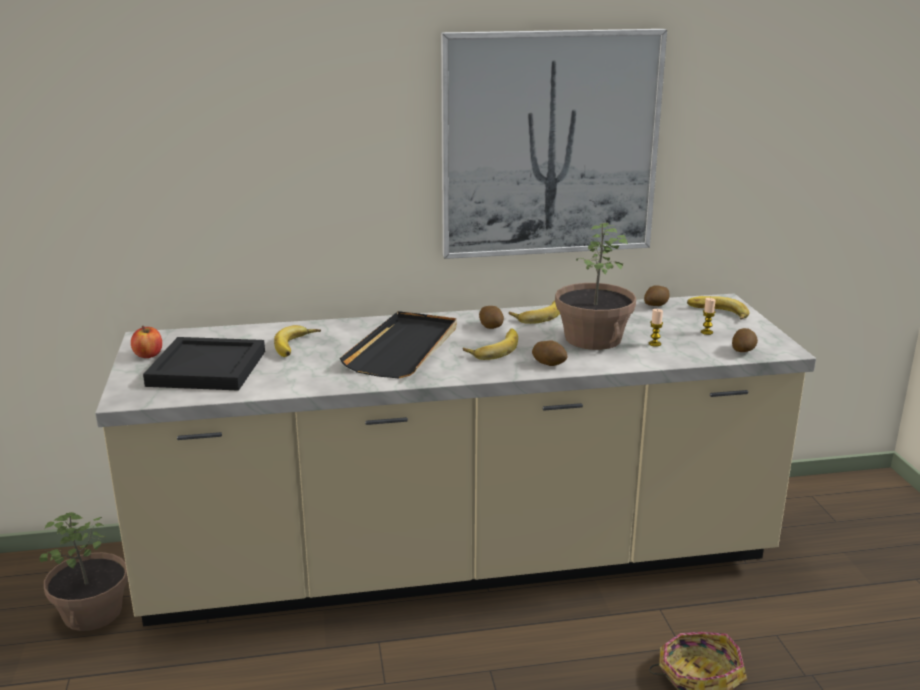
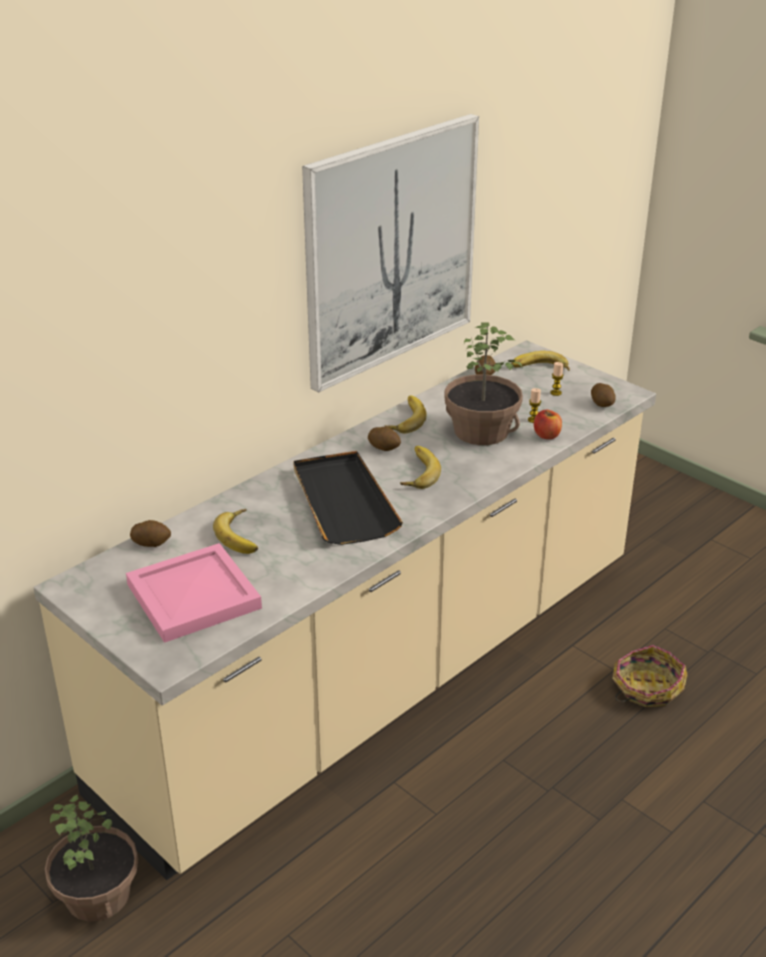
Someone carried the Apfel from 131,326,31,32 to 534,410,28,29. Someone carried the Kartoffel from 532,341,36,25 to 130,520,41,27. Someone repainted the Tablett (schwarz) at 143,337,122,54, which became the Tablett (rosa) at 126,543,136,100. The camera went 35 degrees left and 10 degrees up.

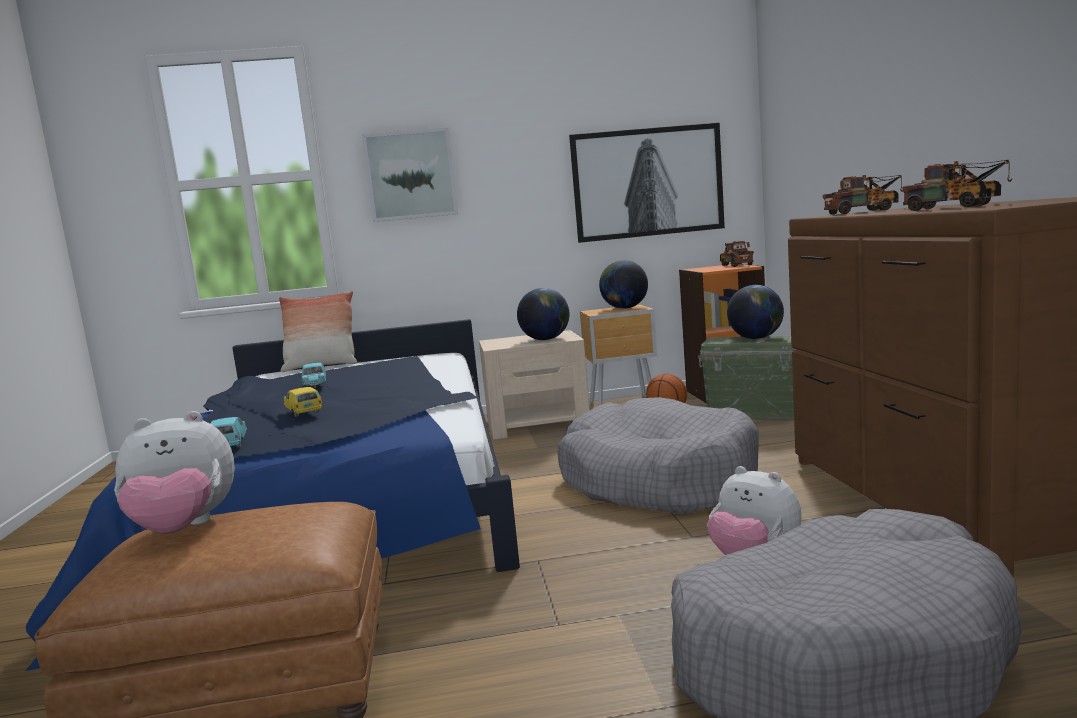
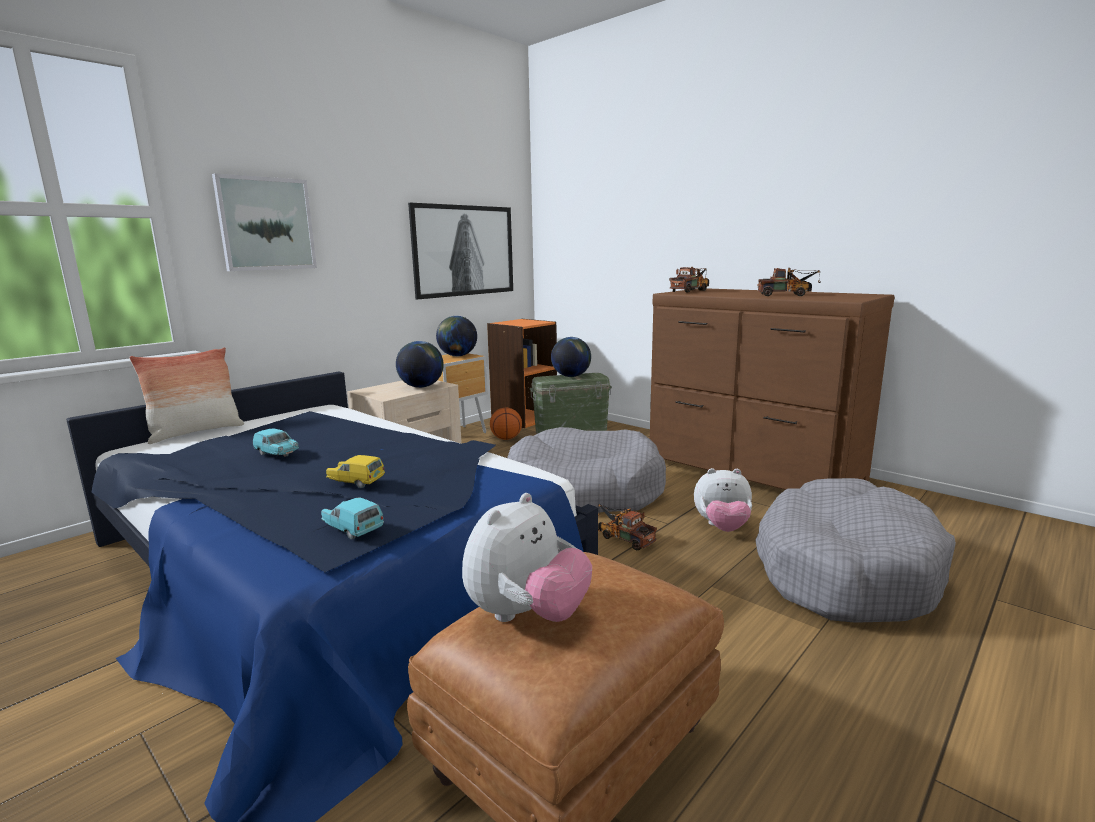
Someone carried the Spielzeuglaster from 720,241,34,26 to 598,504,59,46. The camera went 40 degrees left and 5 degrees up.

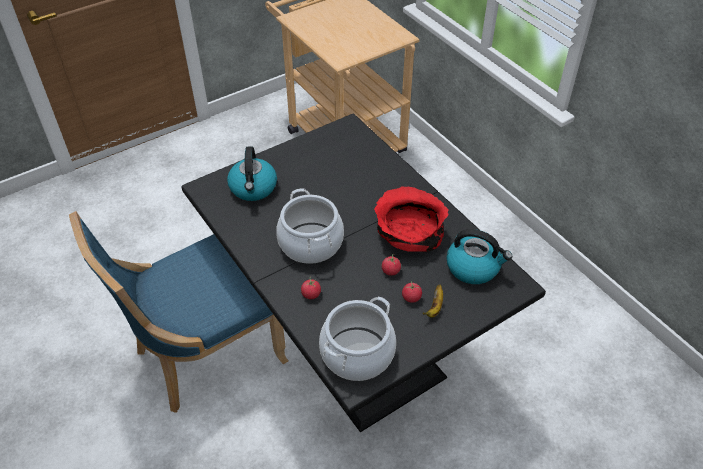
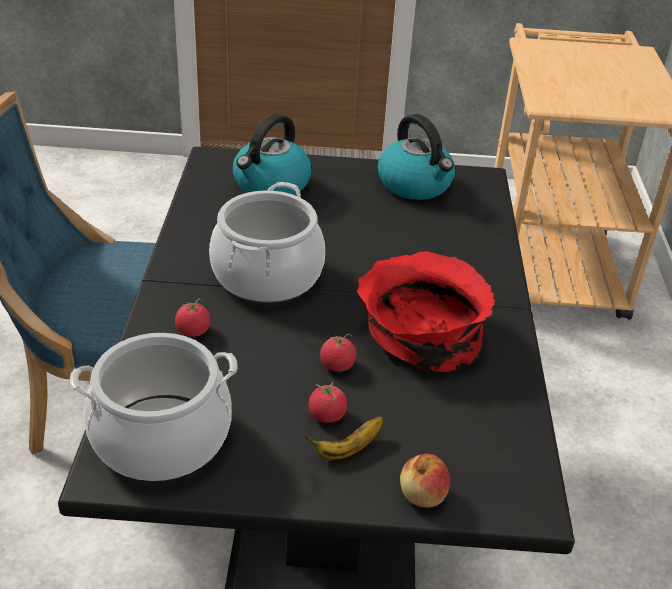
Someone put down the Apfel at 400,454,50,54. Someone carried the Wasserkessel from 446,229,66,55 to 378,114,77,86. The camera went 35 degrees right and 10 degrees down.

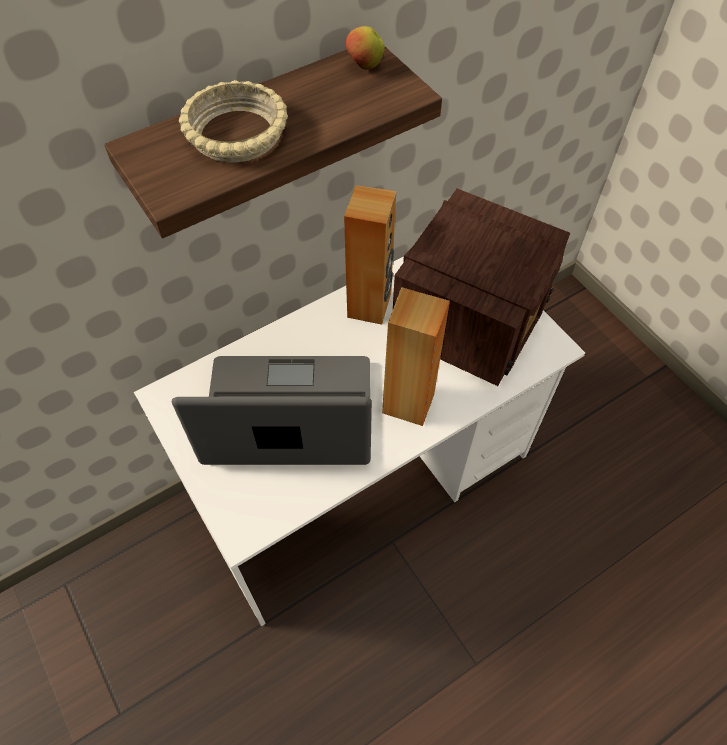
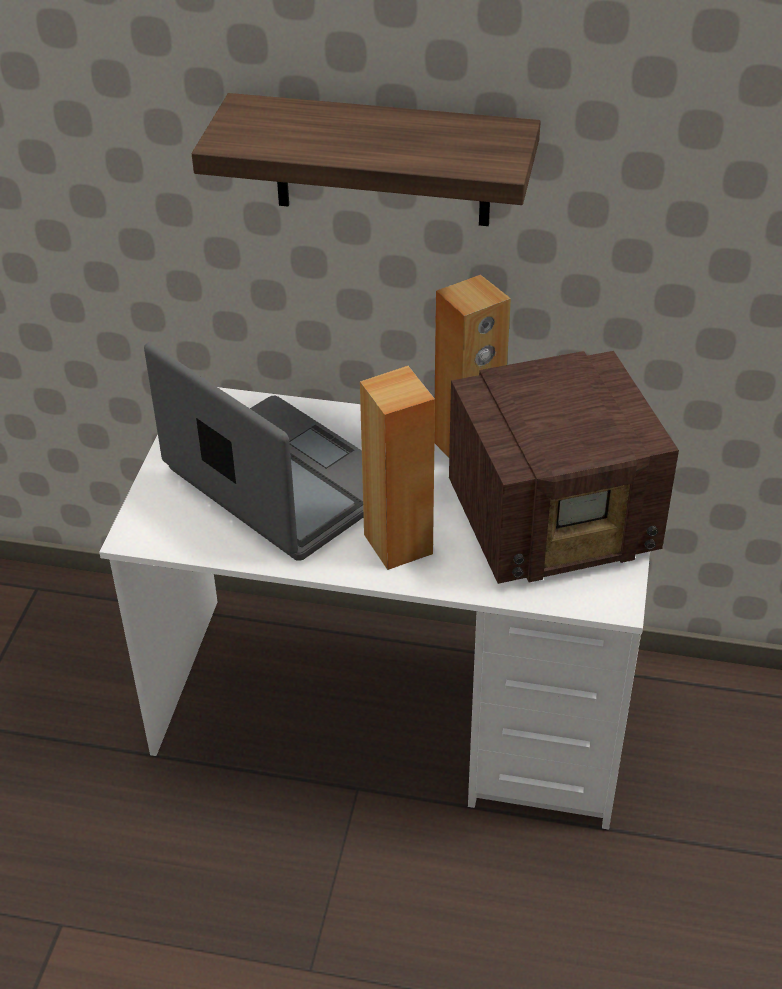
Someone took away the Schüssel (beige) at 179,80,109,83. Someone took away the Apfel at 345,26,40,43. The camera went 45 degrees right and 15 degrees down.

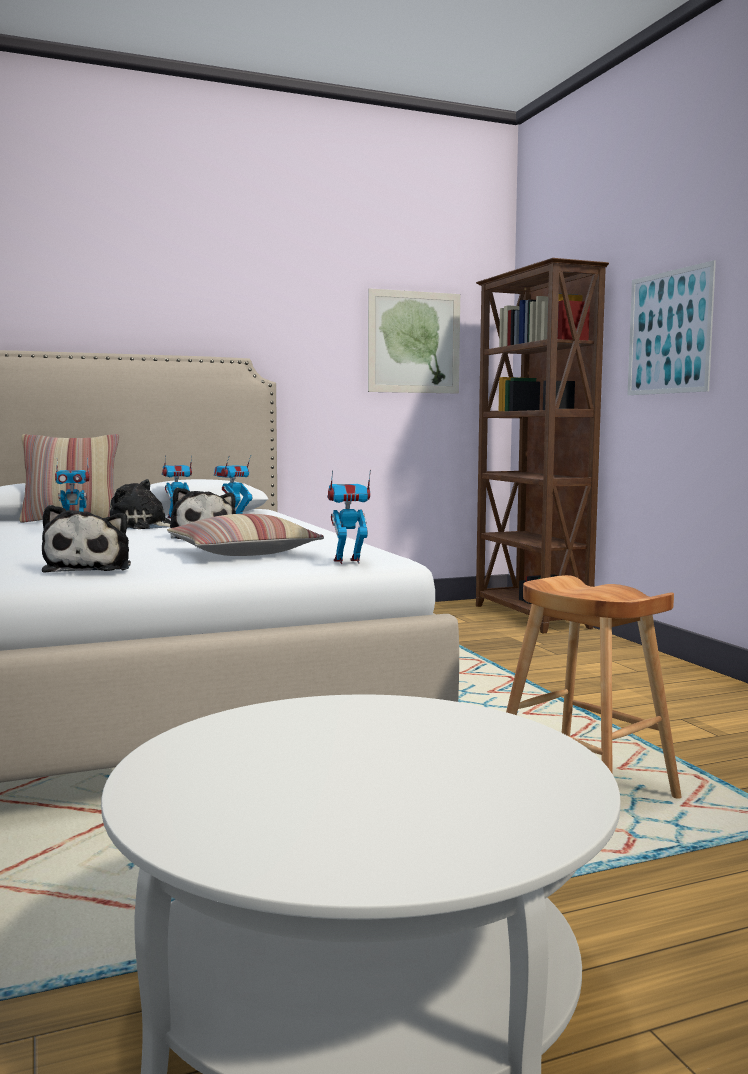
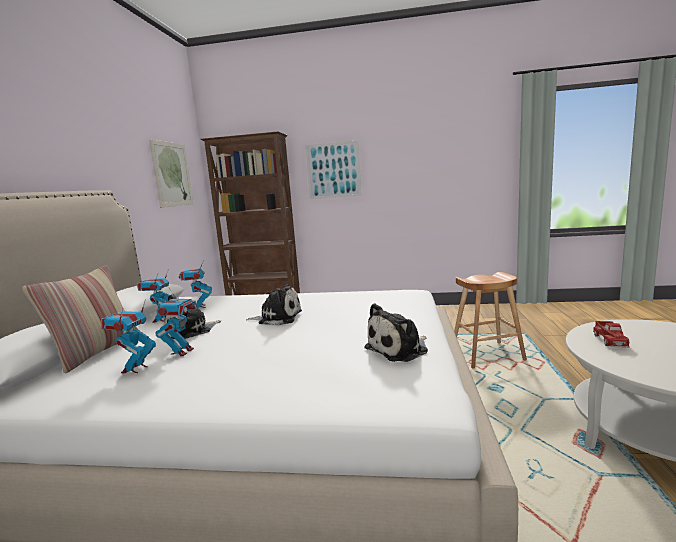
Someone took away the Kissen at 167,514,157,42. Someone put down the Spielzeuglaster at 593,321,37,27. Someone carried the Spielzeugroboter from 327,470,44,94 to 101,302,55,72. Someone rotated the Plüschtier at 42,505,89,68 by 120 degrees clockwise. The camera went 60 degrees left and 5 degrees up.

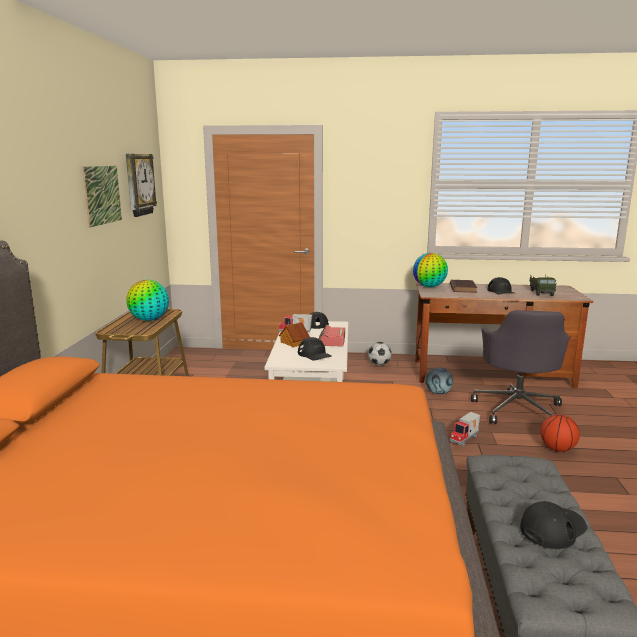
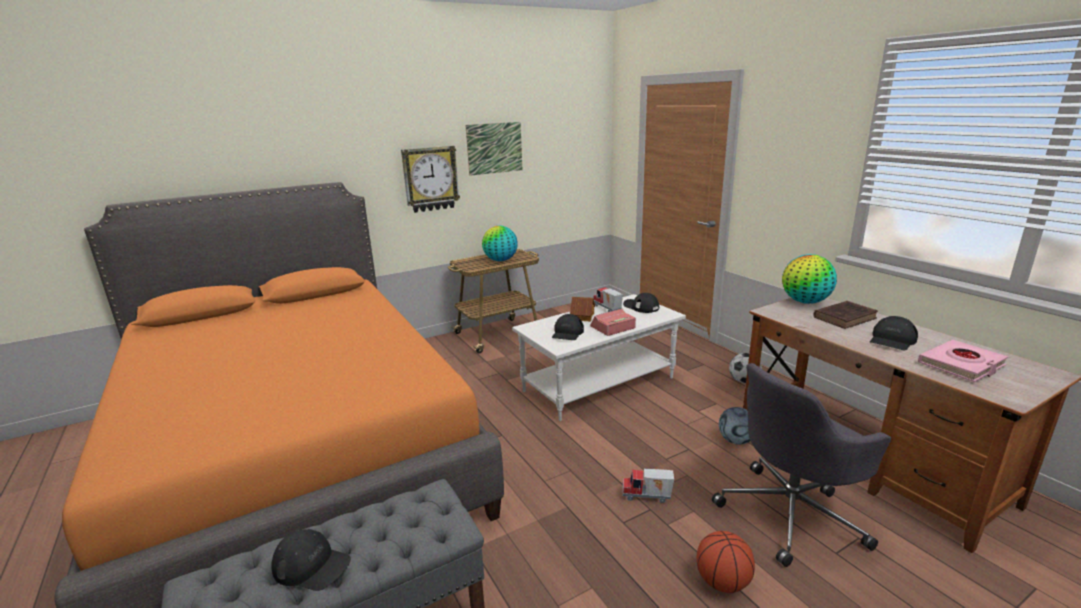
Someone carried the Wanduhr from 126,154,31,63 to 401,146,59,67. Someone swapped the Spielzeuglaster at 529,275,27,21 for the Buch (rosa) at 918,340,90,42. The camera went 55 degrees right and 5 degrees up.

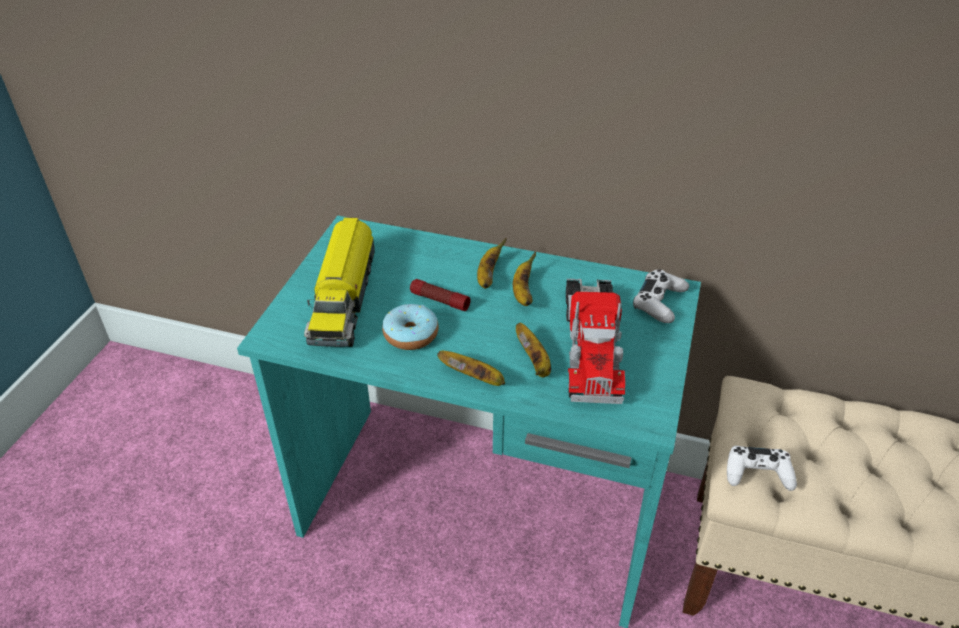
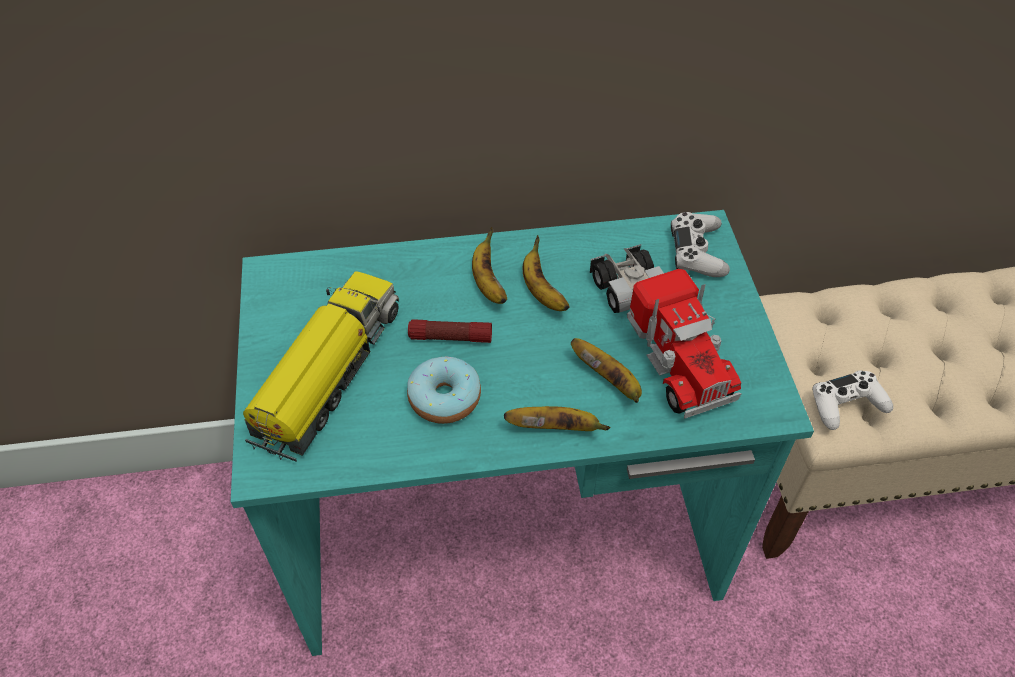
Someone rotated the Spielzeuglaster at 304,218,71,129 by 135 degrees counterclockwise. The camera went 25 degrees left and 10 degrees up.

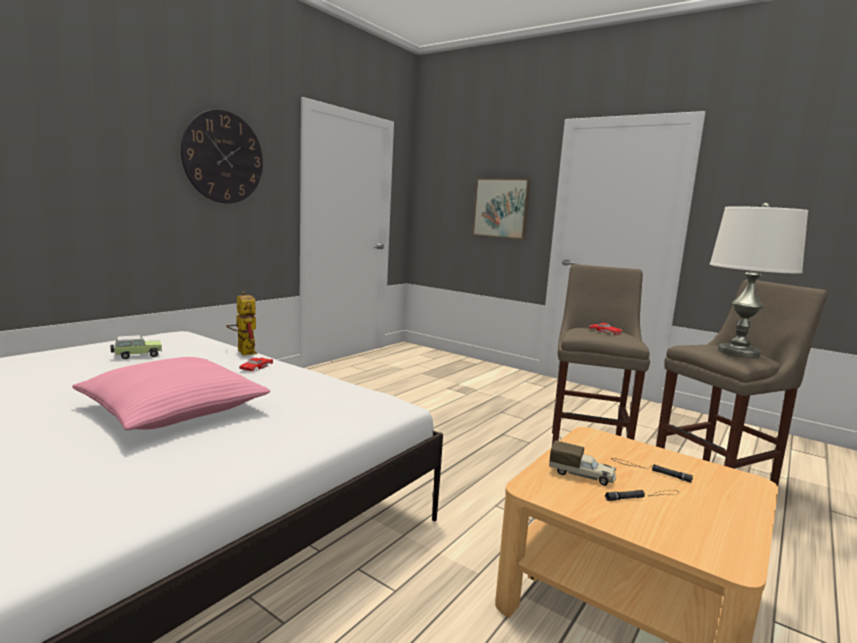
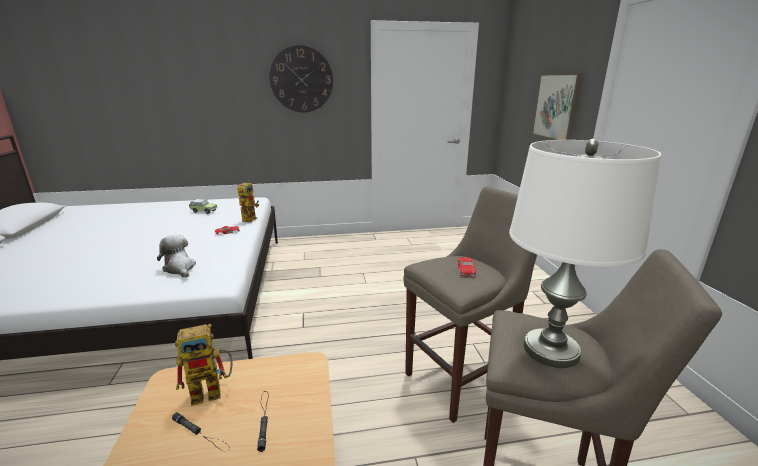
Someone took away the Kissen (rosa) at 72,357,198,73. Someone put down the Plüschtier at 157,235,39,43. Someone swapped the Spielzeuglaster at 549,441,67,45 for the Spielzeugroboter at 175,324,57,82. The camera went 45 degrees right and 10 degrees up.

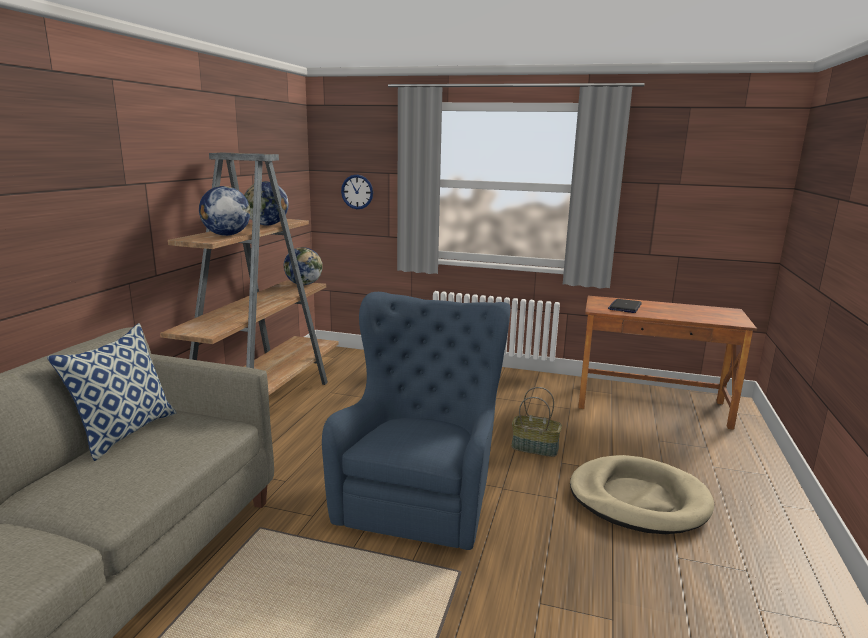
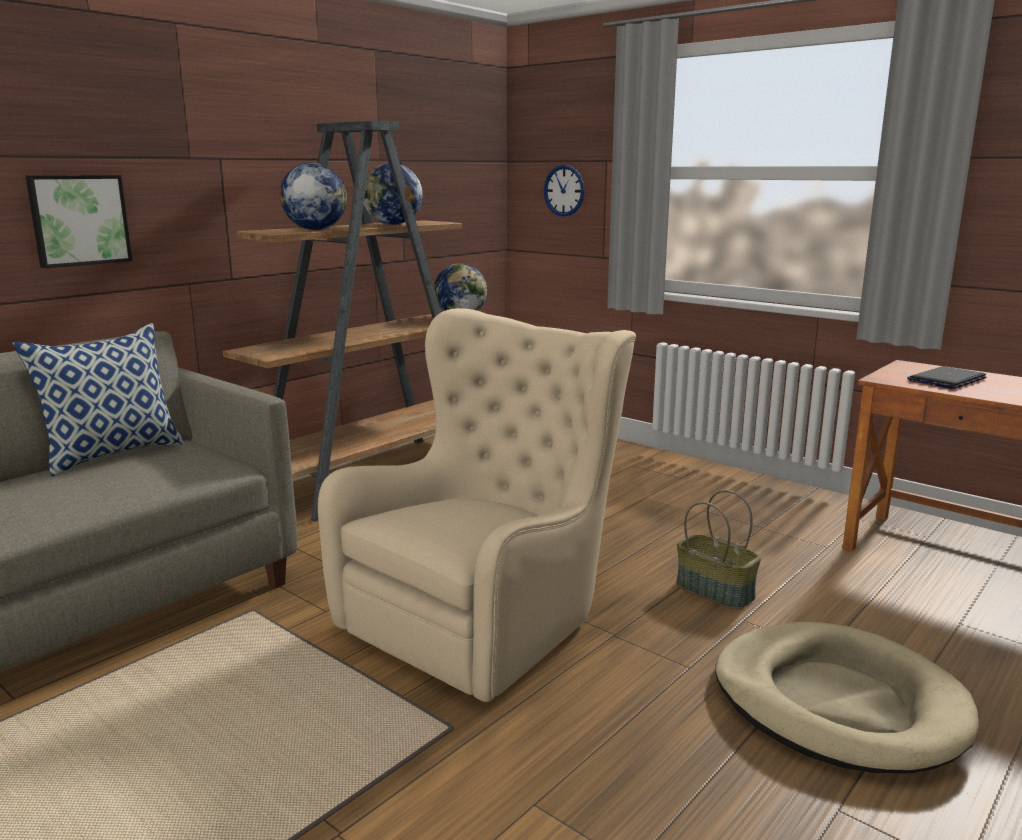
Someone put up the Bild at 26,175,106,93. Someone repainted the Sessel (blau) at 322,292,189,258, which became the Sessel (beige) at 318,308,318,394. The camera went 25 degrees right and 0 degrees up.

